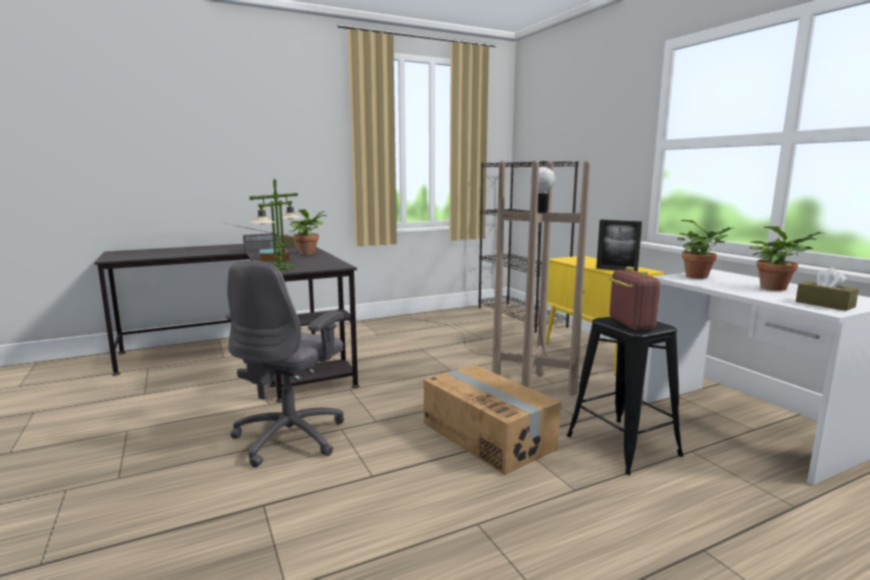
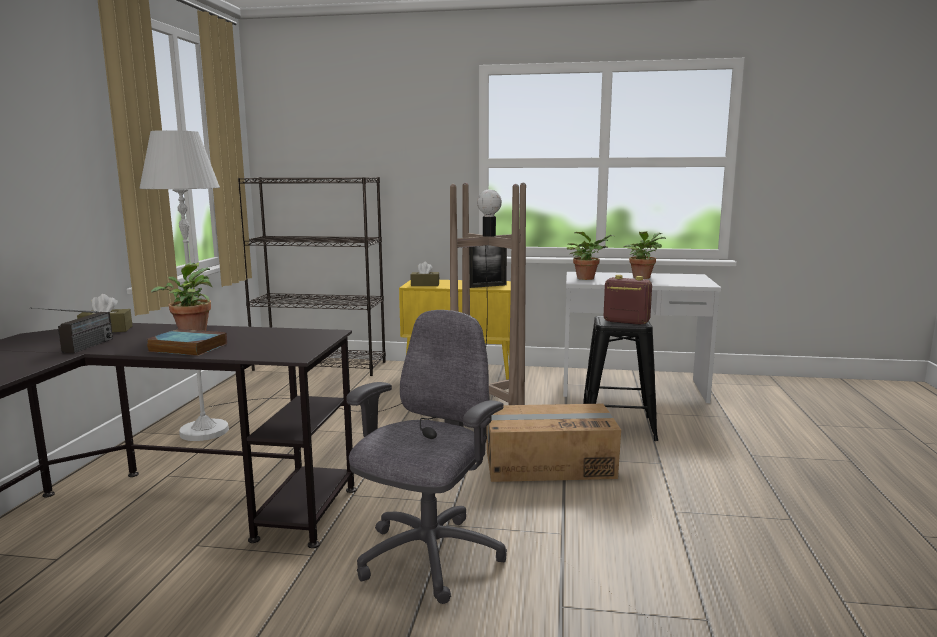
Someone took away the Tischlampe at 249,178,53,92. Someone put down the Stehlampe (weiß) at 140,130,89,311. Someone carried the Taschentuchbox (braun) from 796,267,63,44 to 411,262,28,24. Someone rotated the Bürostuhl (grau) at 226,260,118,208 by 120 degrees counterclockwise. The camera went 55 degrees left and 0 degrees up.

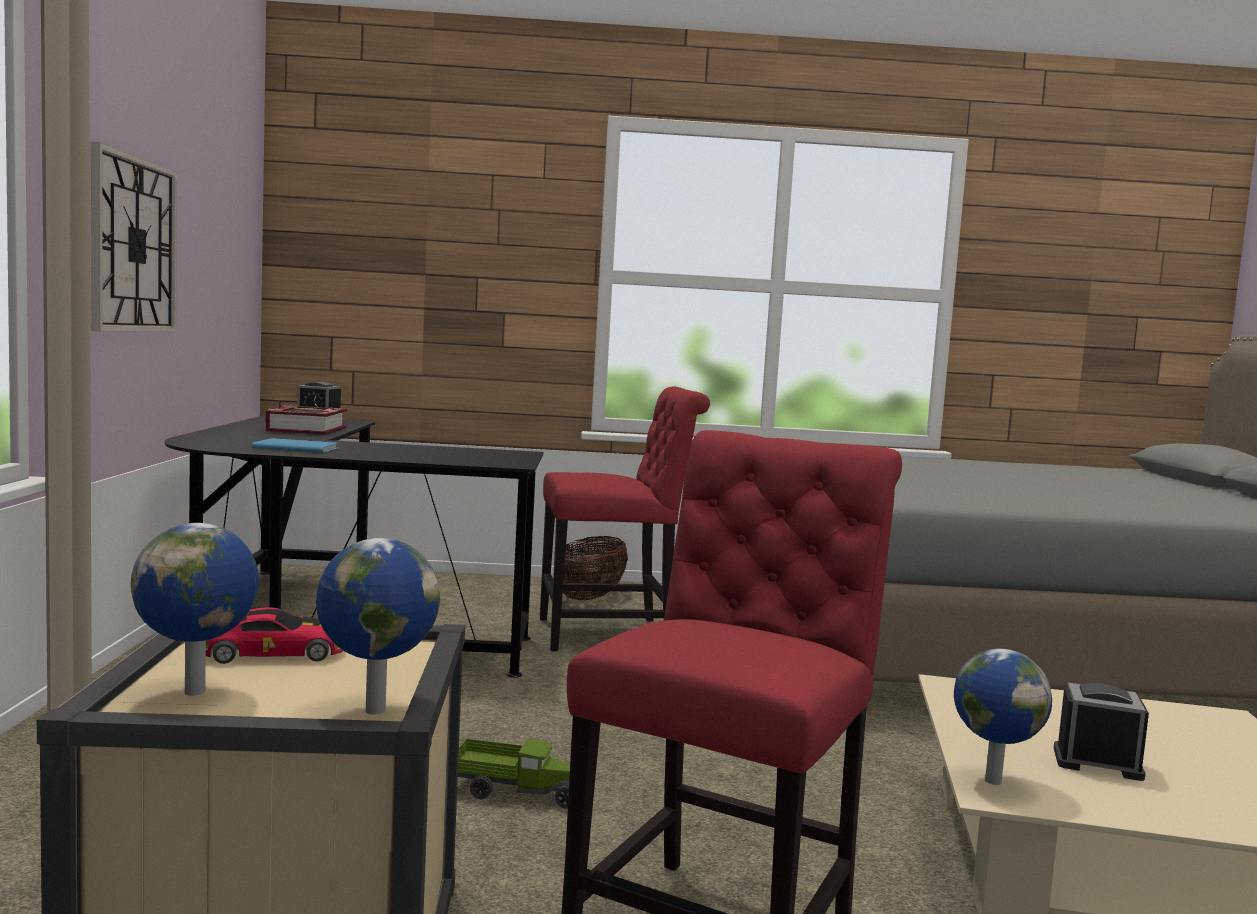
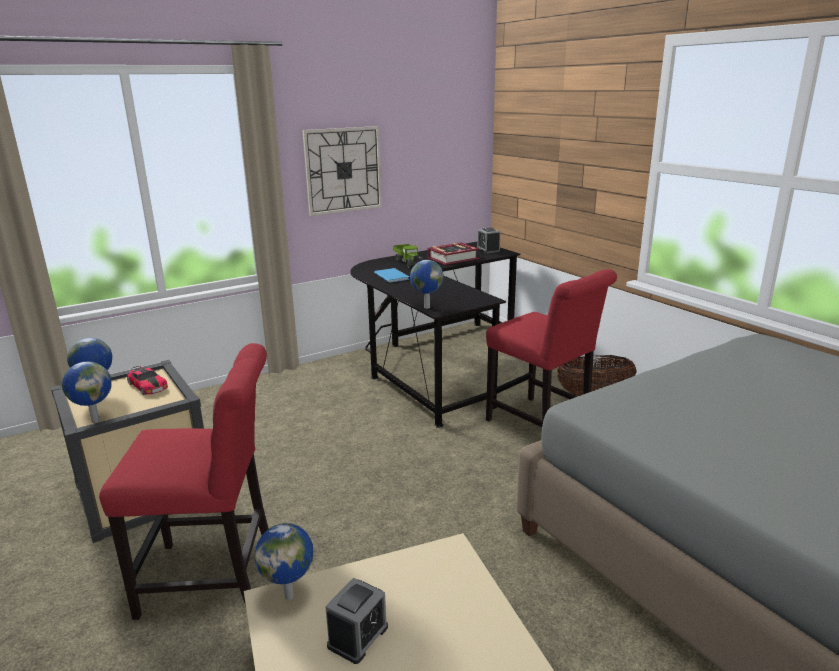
Someone put down the Globus at 410,260,34,49. Someone carried the Spielzeuglaster from 458,739,112,70 to 393,244,31,24. Someone rotated the Wecker at 1054,683,95,98 by 45 degrees clockwise. The camera went 60 degrees right and 15 degrees up.

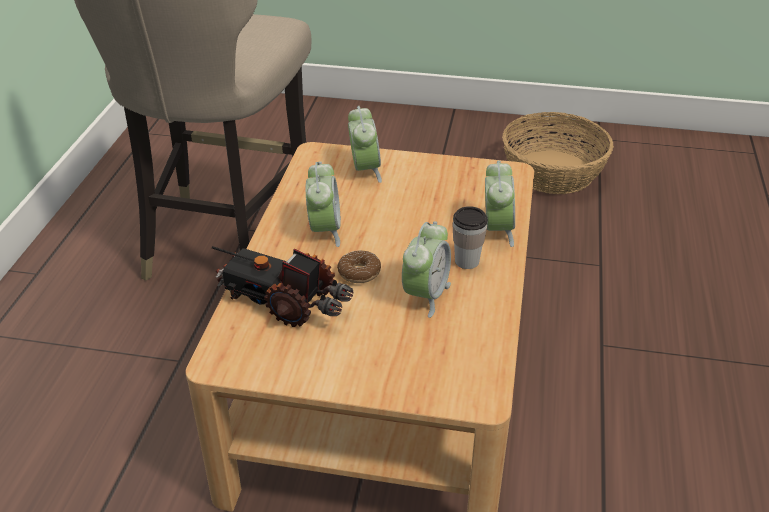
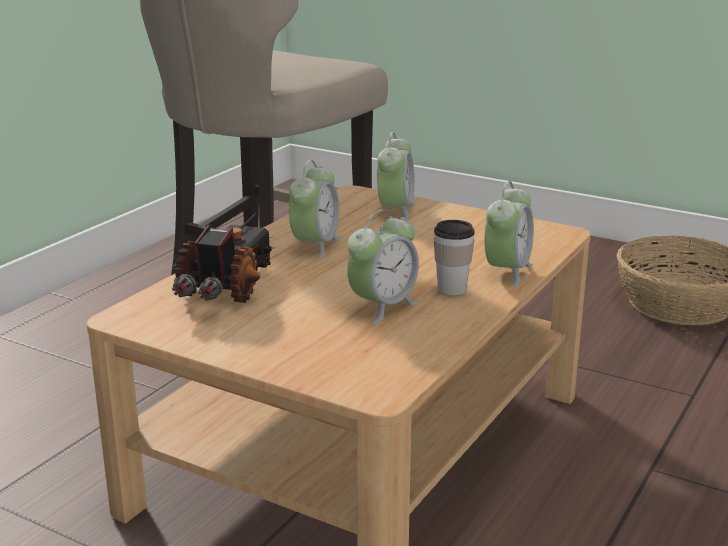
Someone took away the Donut at 337,250,44,33. Someone rotated the Spielzeuglaster at 212,246,142,81 by 60 degrees clockwise. The camera went 20 degrees right and 15 degrees down.

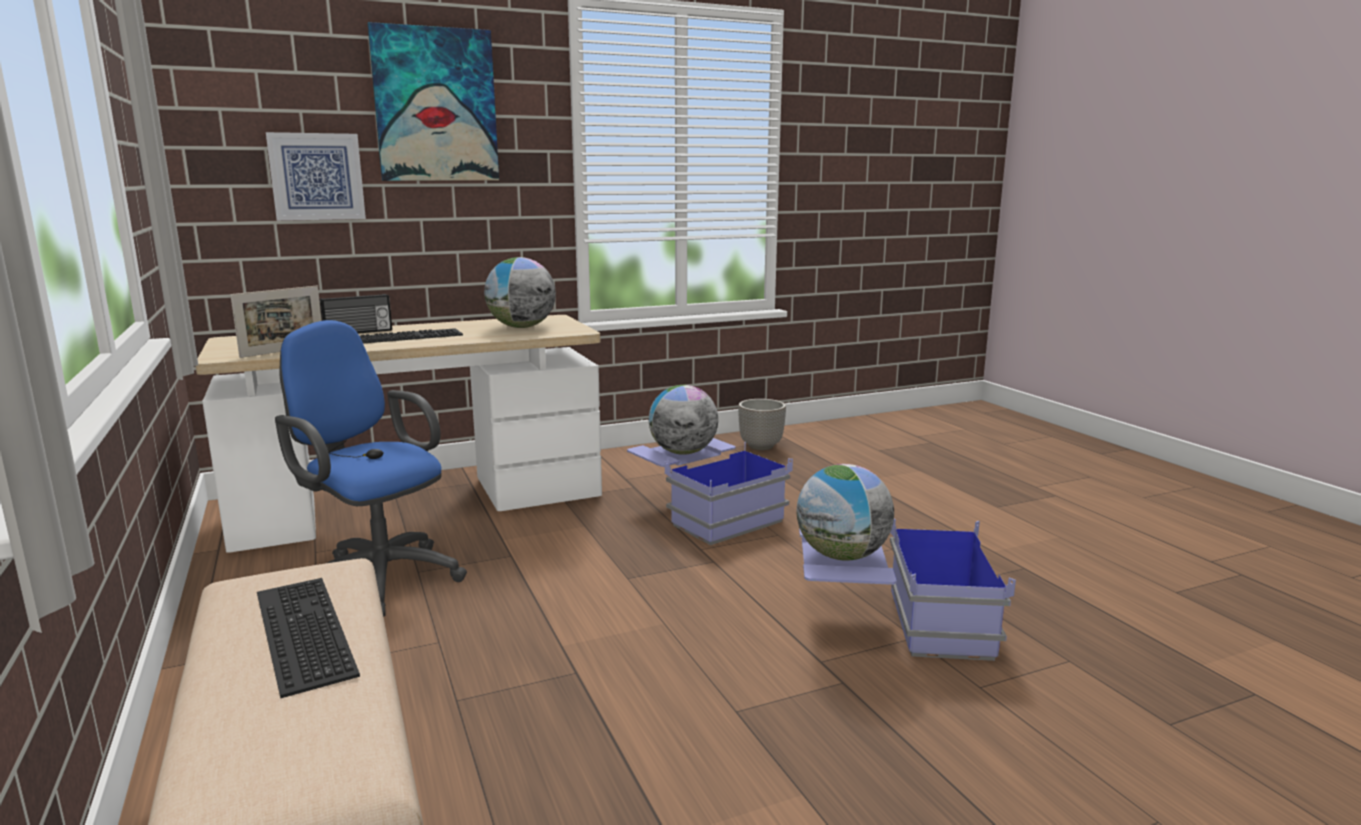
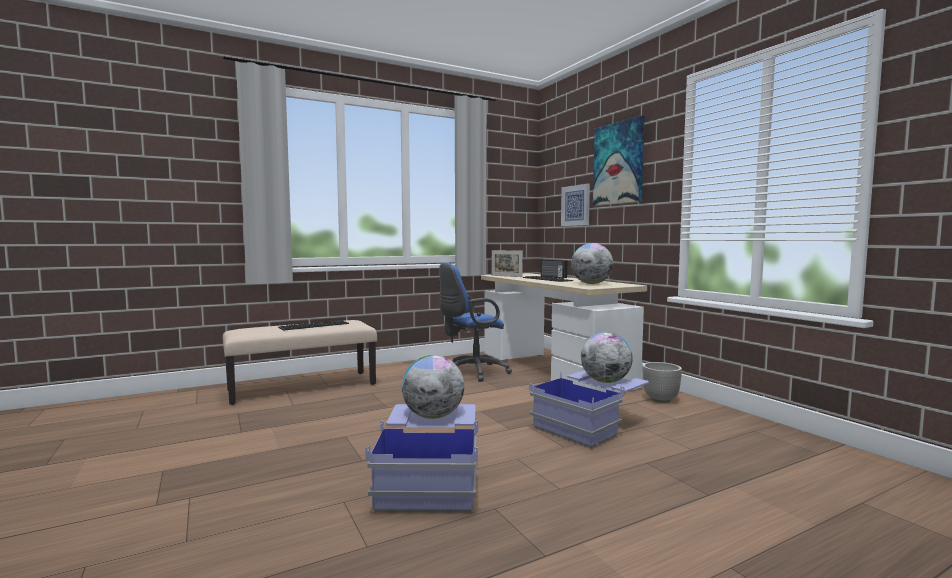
Someone carried the Pflanzkübel from 738,399,48,51 to 642,362,40,41. Someone rotated the Bürostuhl (blau) at 275,320,192,297 by 150 degrees counterclockwise. The camera went 85 degrees right and 10 degrees down.

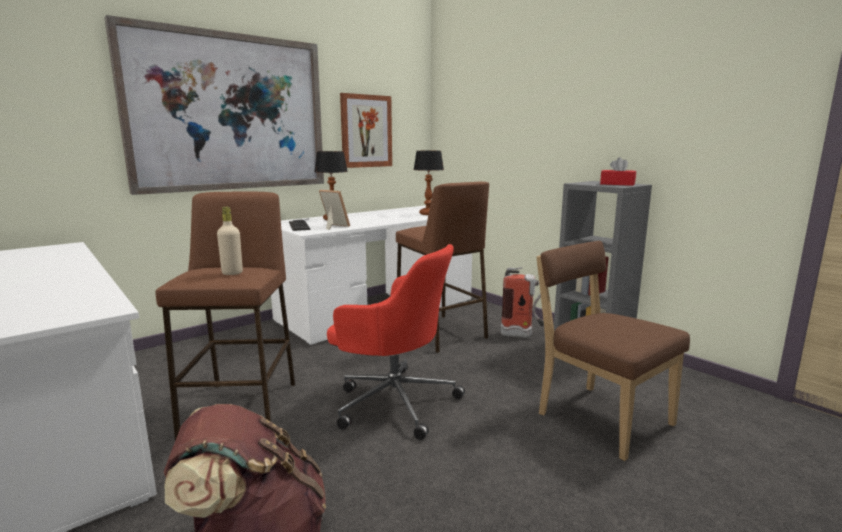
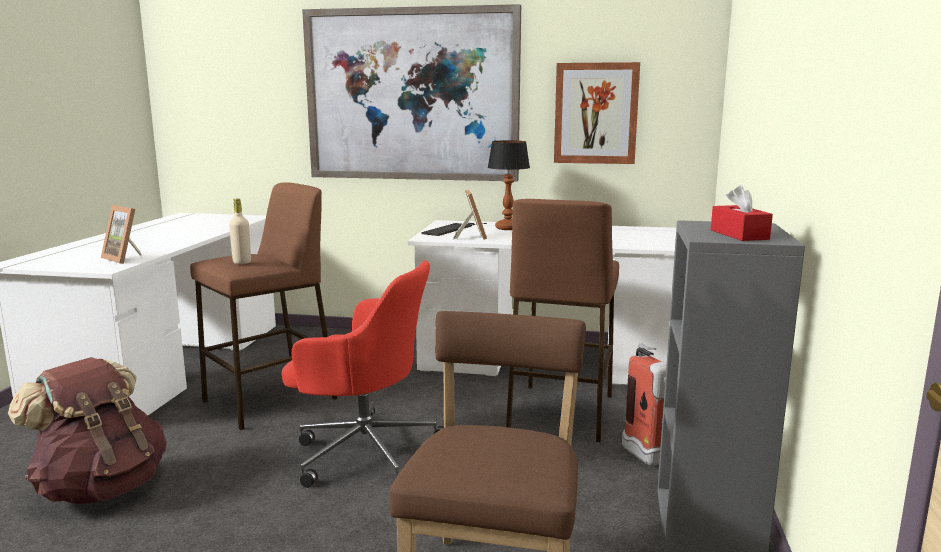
Someone took away the Tischlampe at 413,151,31,64. Someone put down the Bilderrahmen at 101,205,40,59. Someone rotated the Bürostuhl (rot) at 327,244,138,196 by 60 degrees counterclockwise. The camera went 50 degrees right and 0 degrees up.

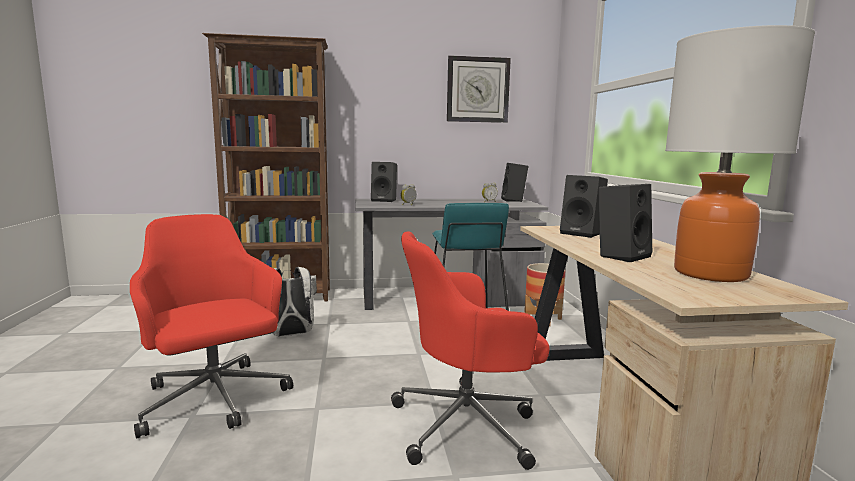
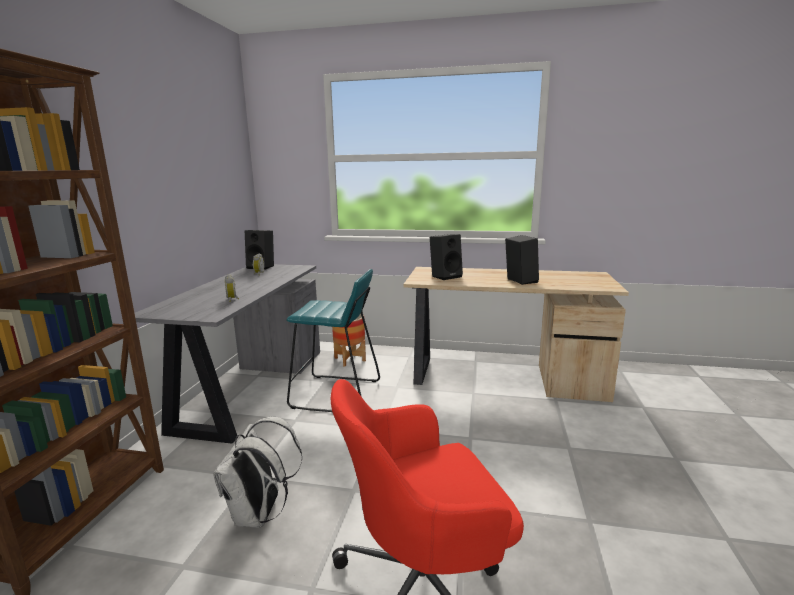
Someone took away the Lautsprecher (schwarz) at 371,162,26,40. Someone took away the Bürostuhl (rot) at 391,232,159,238. Someone took away the Wanduhr at 447,55,64,68. Someone took away the Tischlampe at 665,25,150,257. The camera went 70 degrees left and 5 degrees up.

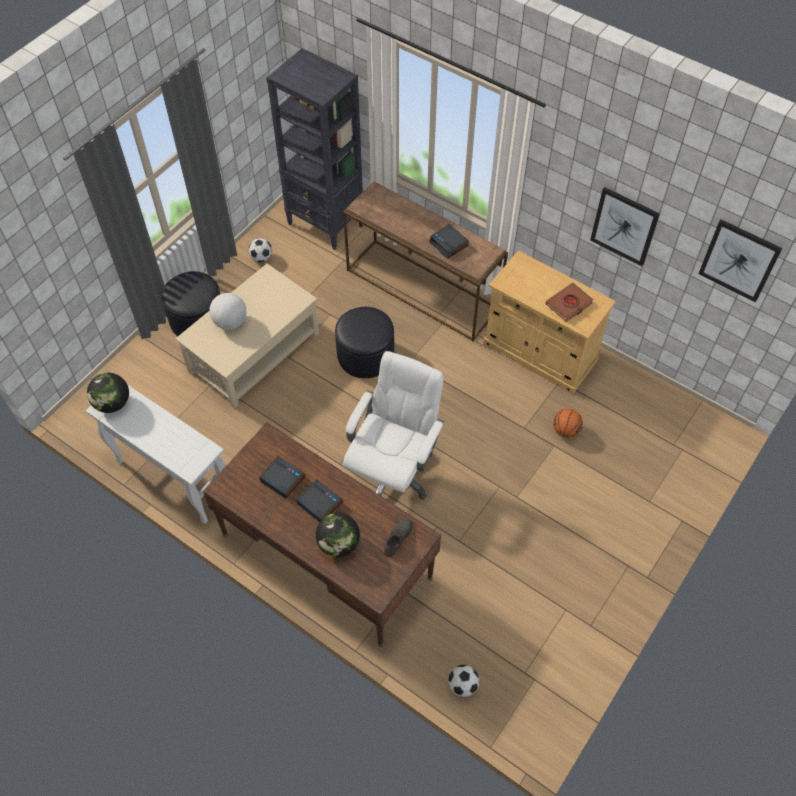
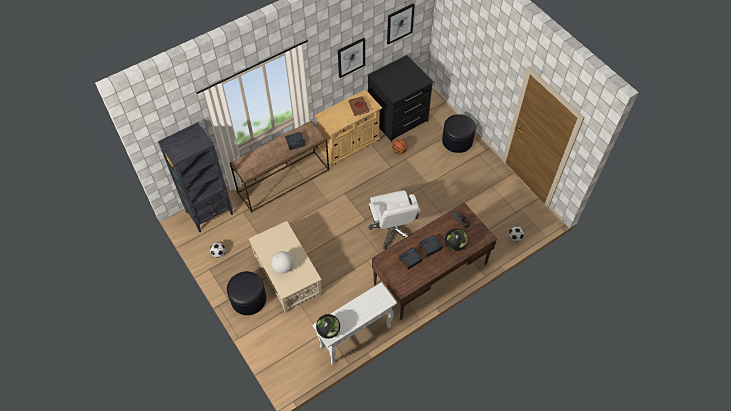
Someone put down the Kommode (schwarz) at 368,55,66,87. Someone carried the Polsterhocker (schwarz) from 335,307,59,71 to 442,114,34,39. Someone rotated the Bürostuhl (weiß) at 343,351,102,149 by 150 degrees counterclockwise. The camera went 70 degrees left and 0 degrees up.

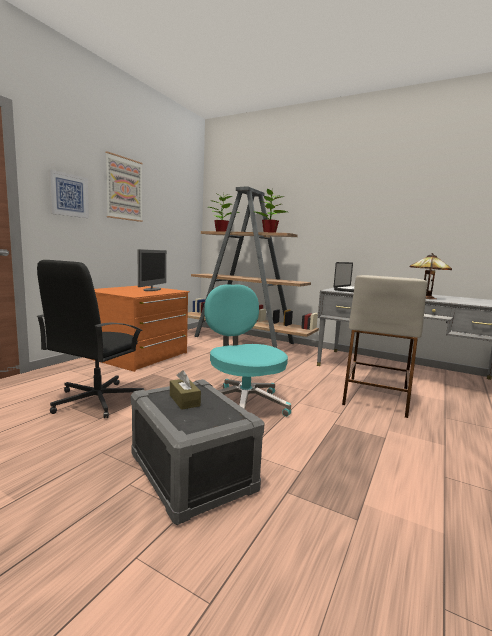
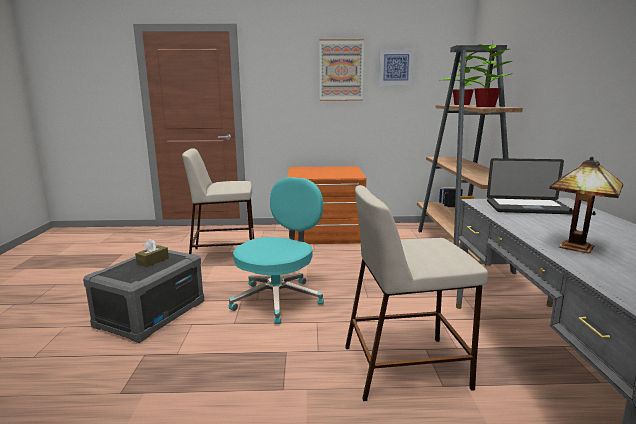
Someone took away the Monitor at 138,249,28,42. Someone carried the Bild from 48,170,41,48 to 378,49,36,36. Someone swapped the Bürostuhl (schwarz) at 37,260,107,158 for the Hocker (beige) at 182,148,72,106. The camera went 60 degrees right and 5 degrees up.

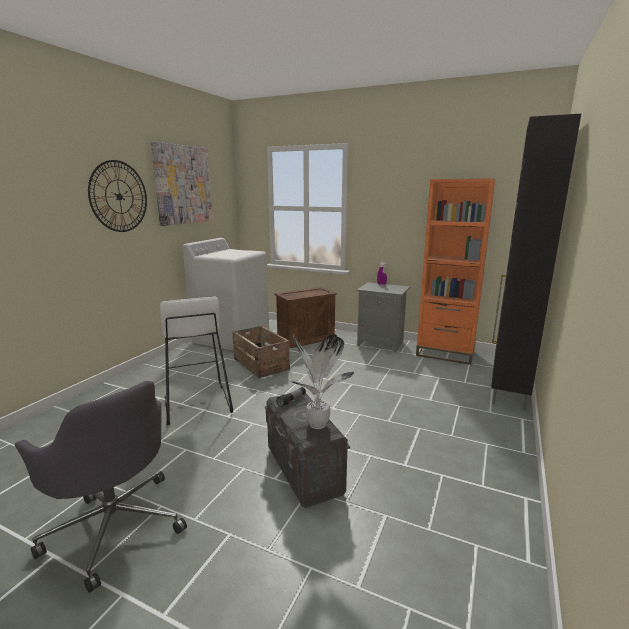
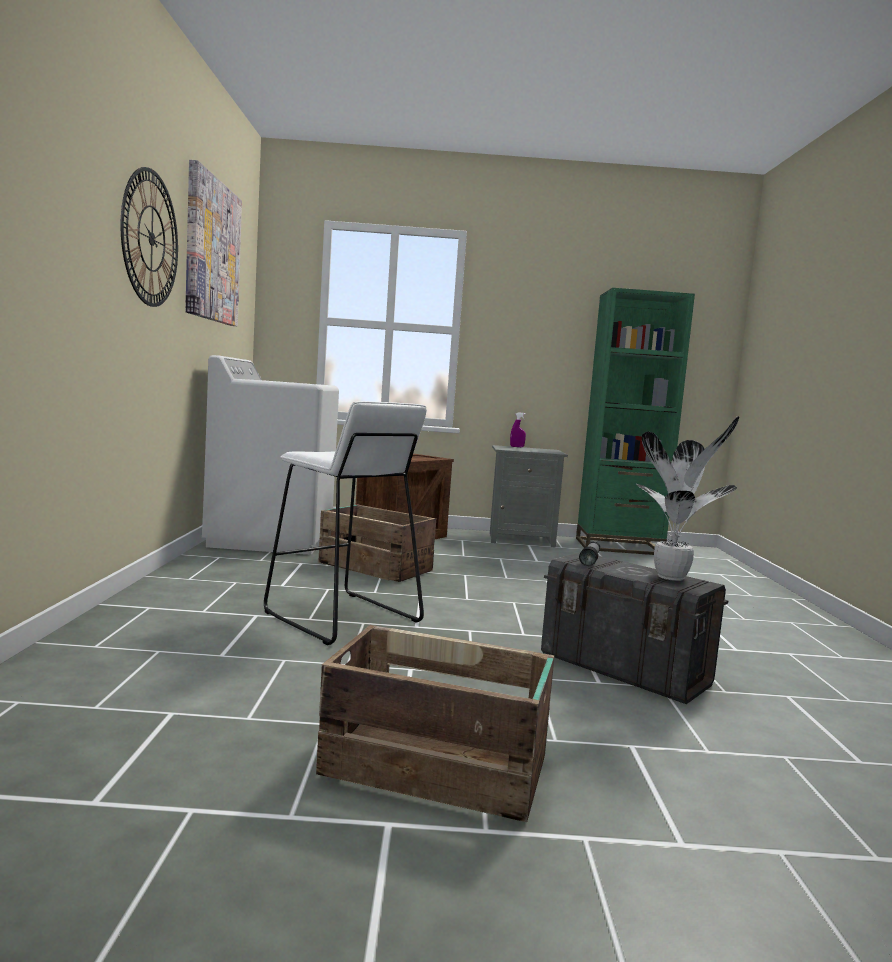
Someone took away the Schrank (schwarz) at 491,114,90,296. Someone swapped the Bürostuhl (grau) at 14,381,173,212 for the Kiste at 316,625,239,197. Someone repainted the Bücherregal (orange) at 416,179,80,186, which became the Bücherregal (grün) at 576,288,119,267. The camera went 25 degrees left and 10 degrees down.

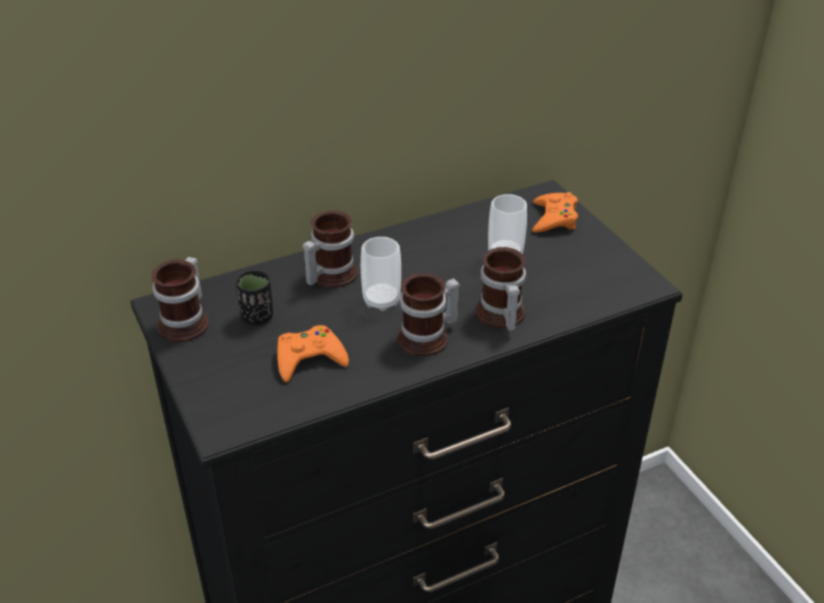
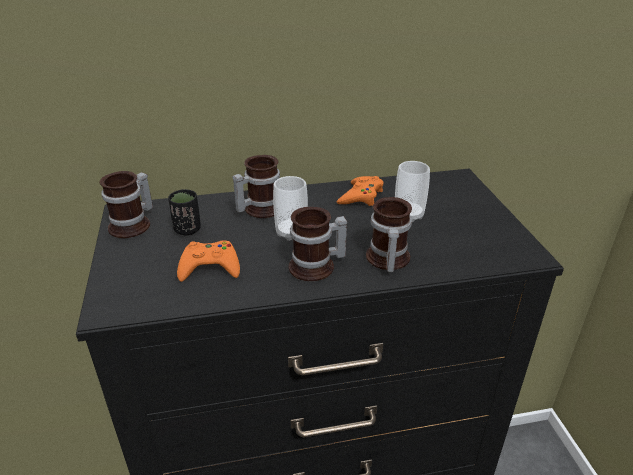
Someone carried the Gamepad (orange) from 532,192,46,41 to 337,176,46,30. The camera went 15 degrees right and 5 degrees down.

